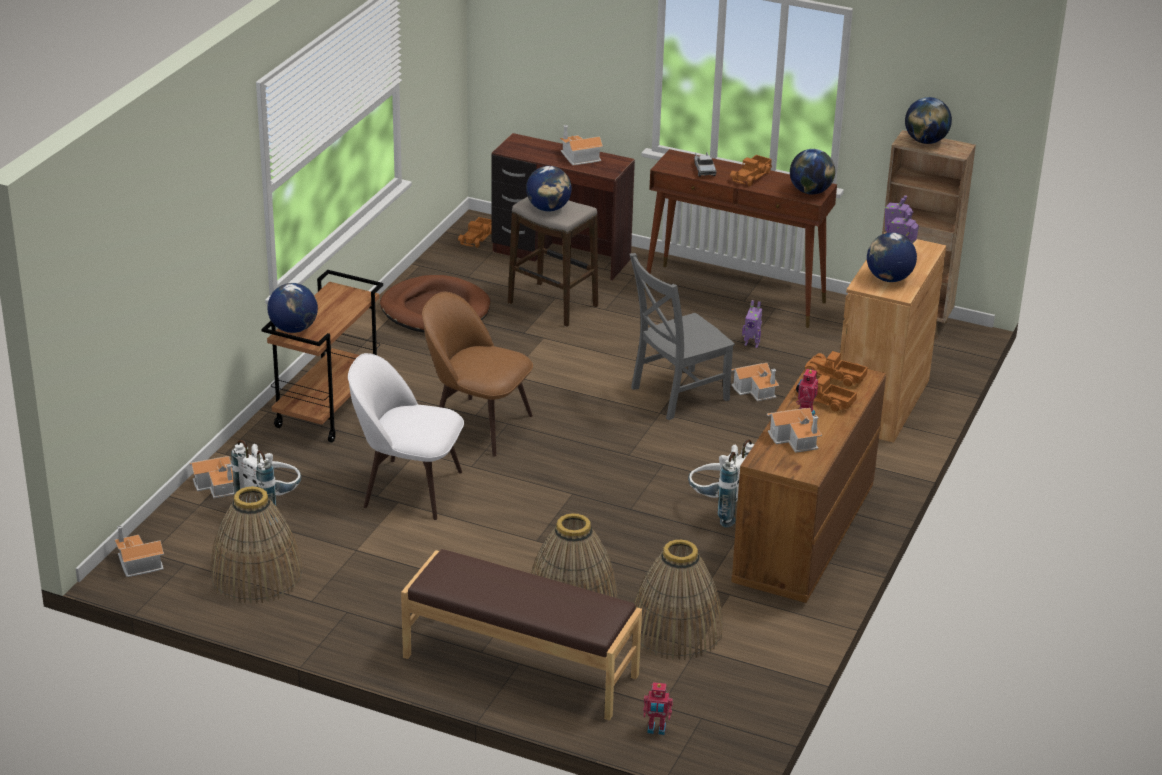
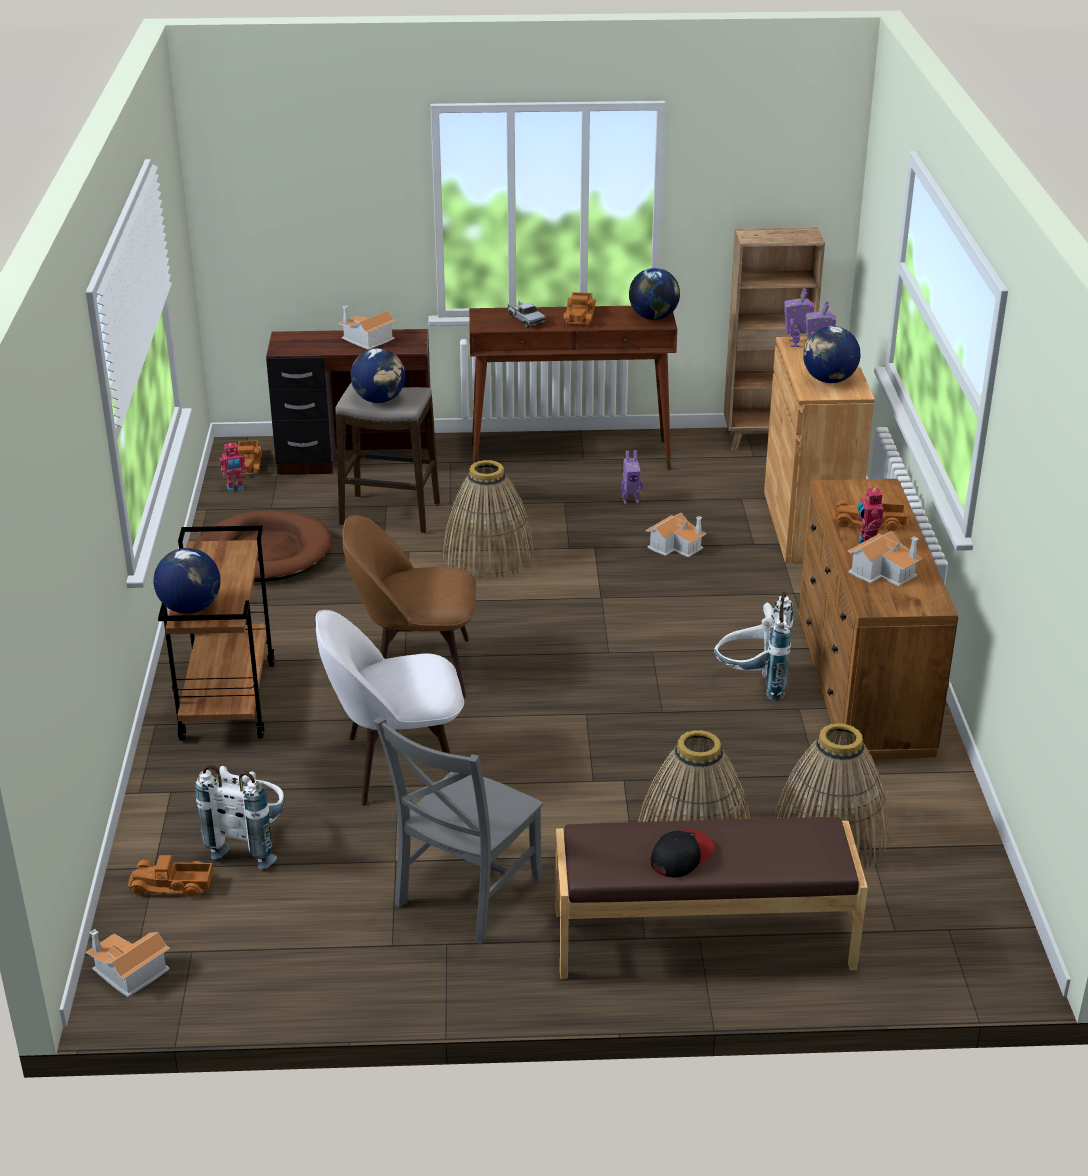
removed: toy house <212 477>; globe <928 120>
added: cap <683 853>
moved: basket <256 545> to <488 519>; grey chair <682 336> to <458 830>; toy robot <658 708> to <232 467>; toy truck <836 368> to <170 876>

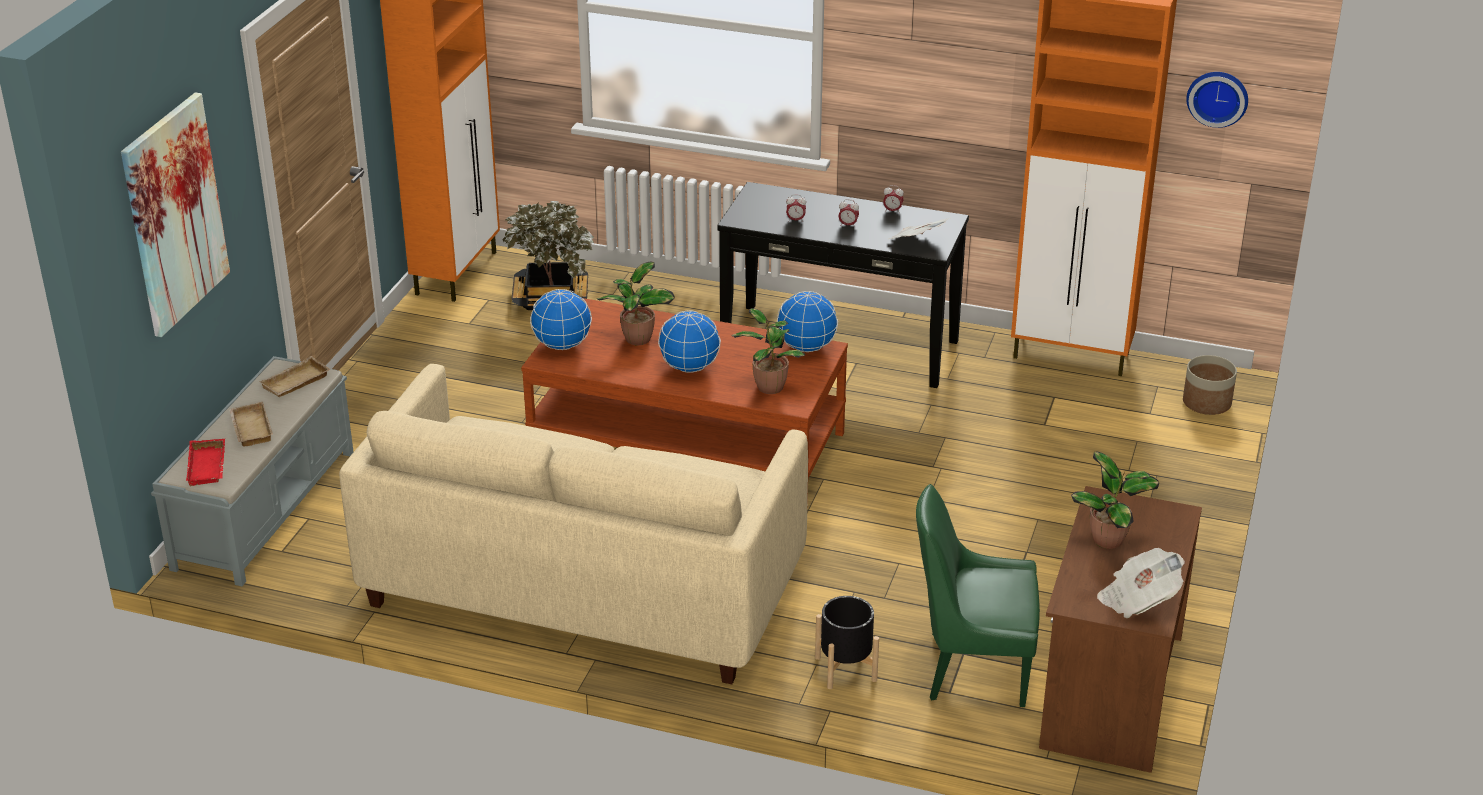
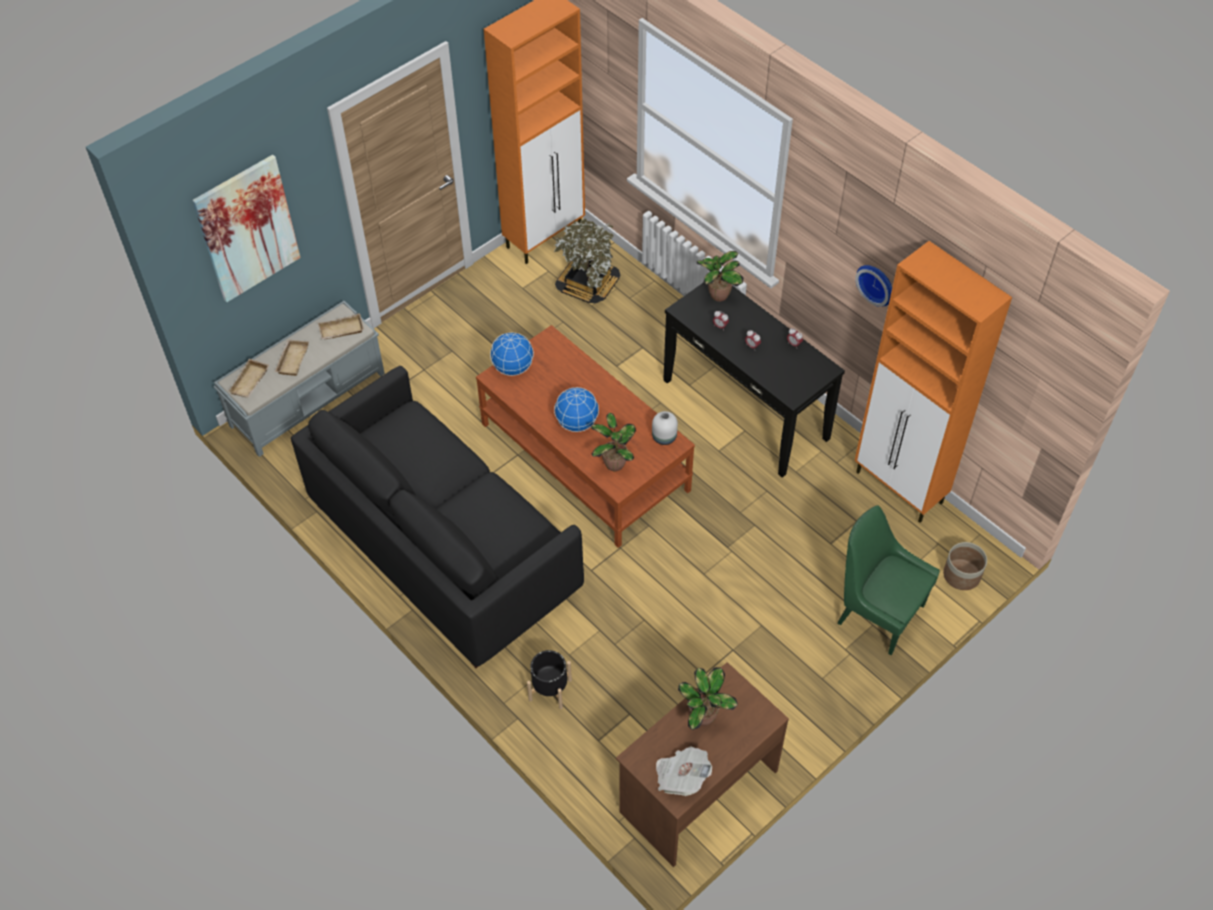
removed: newspaper <919 228>
moved: potted plant <636 303> to <720 276>; green chair <978 595> to <889 580>; wall clock <1217 100> to <873 286>
replaced: globe <807 321> to white vase <665 428>
recoloured: red tray <205 462> to beige tray <249 378>; beige sofa <573 524> to black sofa <437 517>

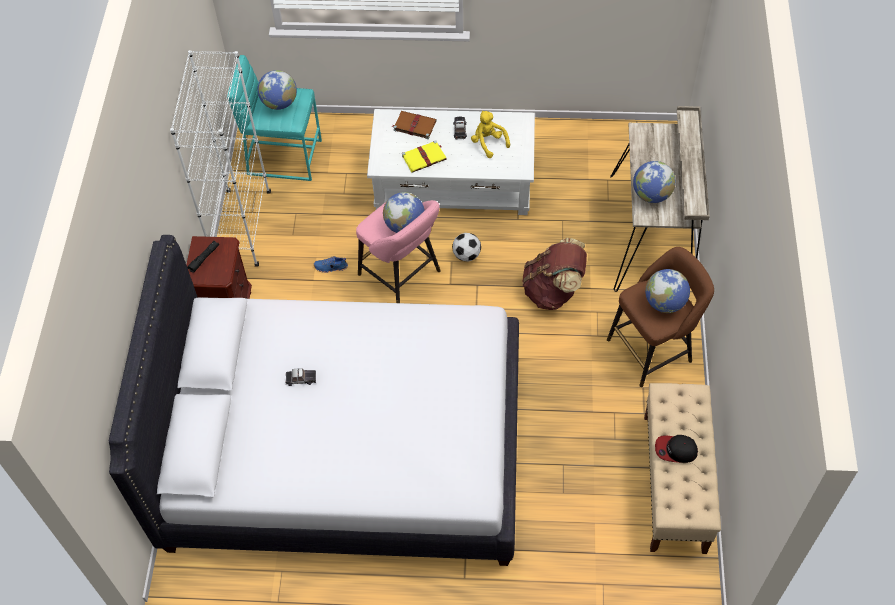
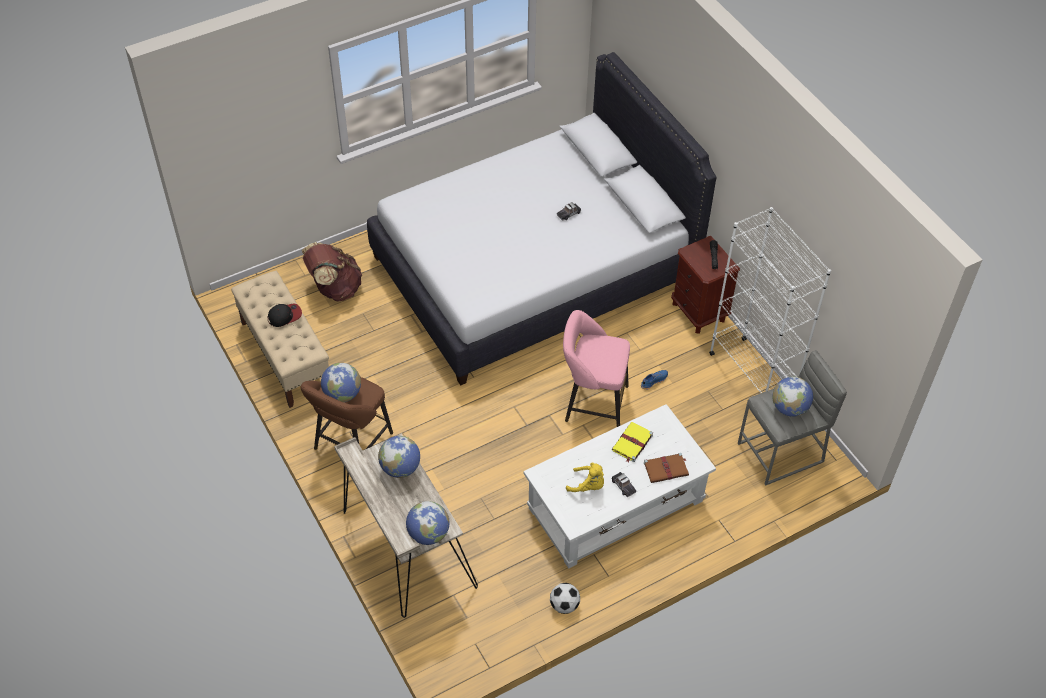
moved: globe <404 212> to <427 523>; football <466 247> to <565 598>; brown backpack <554 274> to <332 272>
recoloured: turquoise stool <274 118> to grey stool <792 418>

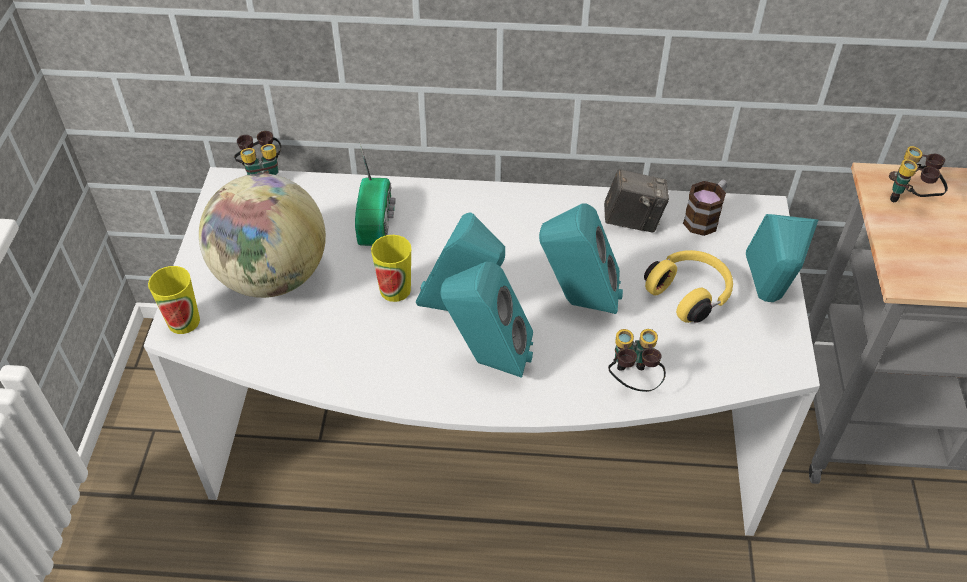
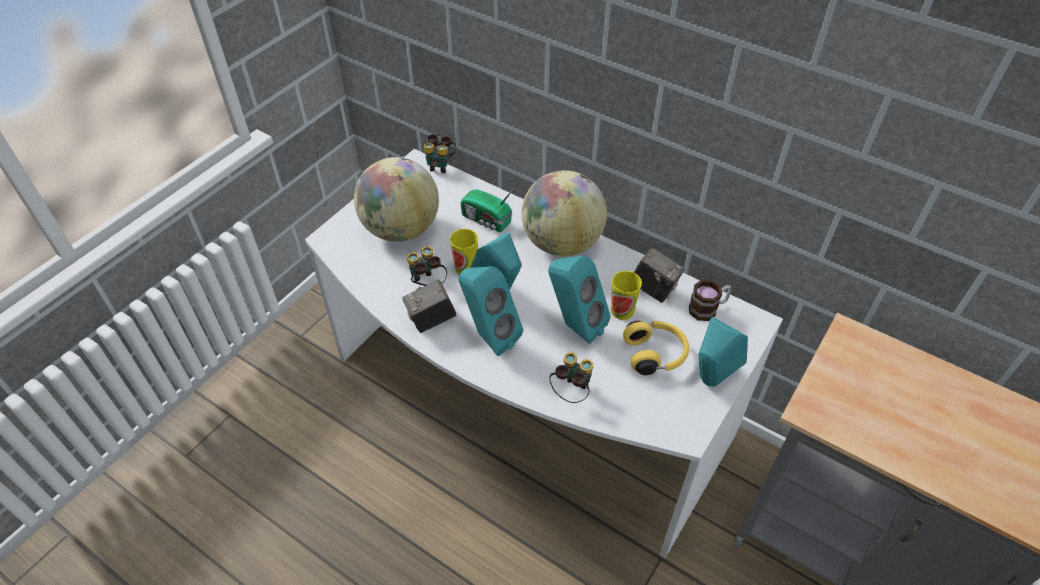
added: photo camera <429 306>; globe <564 213>
moved: cup <174 300> to <626 295>; binoculars <918 174> to <427 266>
turned: radio <375 195> = <488 209> 90 degrees clockwise

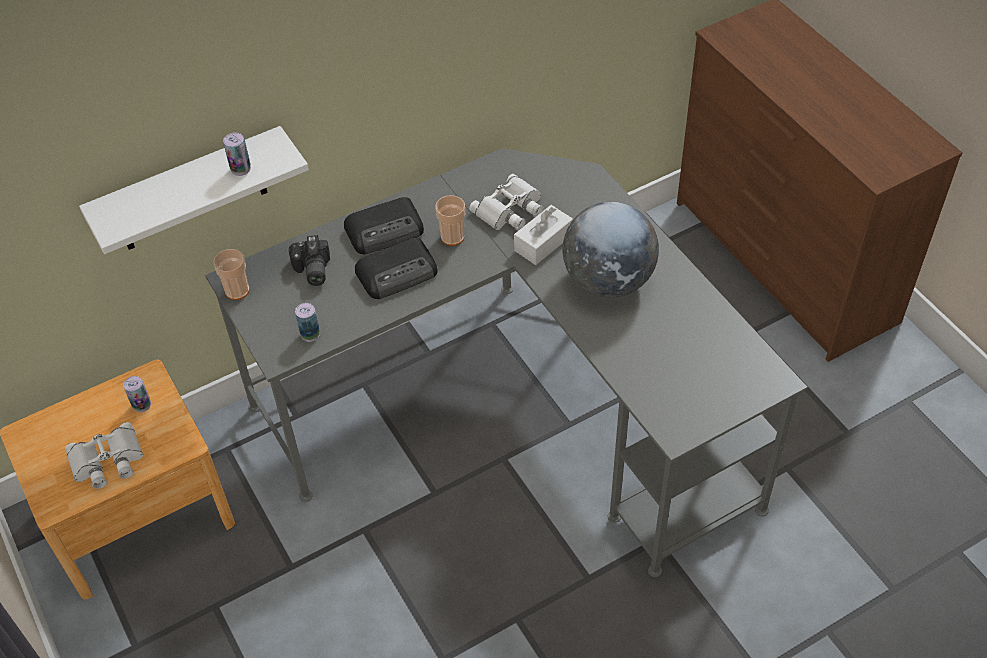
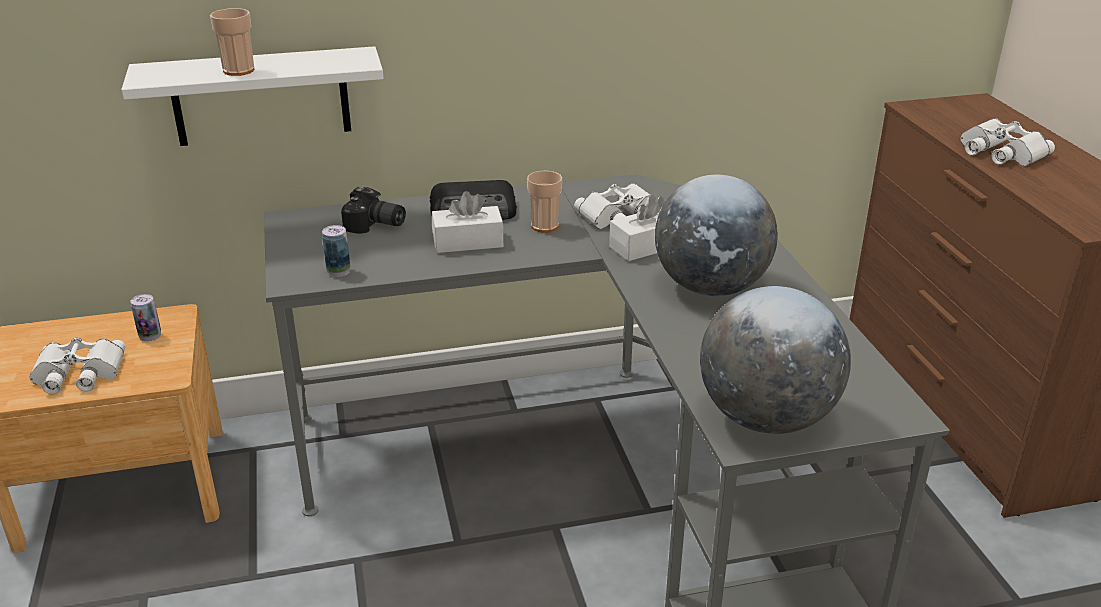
removed: can <237 154>
added: globe <775 360>; white binoculars <1008 142>
moved: cup <231 274> to <232 42>
replaced: radio <396 268> to white tissue box <468 222>
turned: photo camera <309 260> = <373 210> 75 degrees counterclockwise

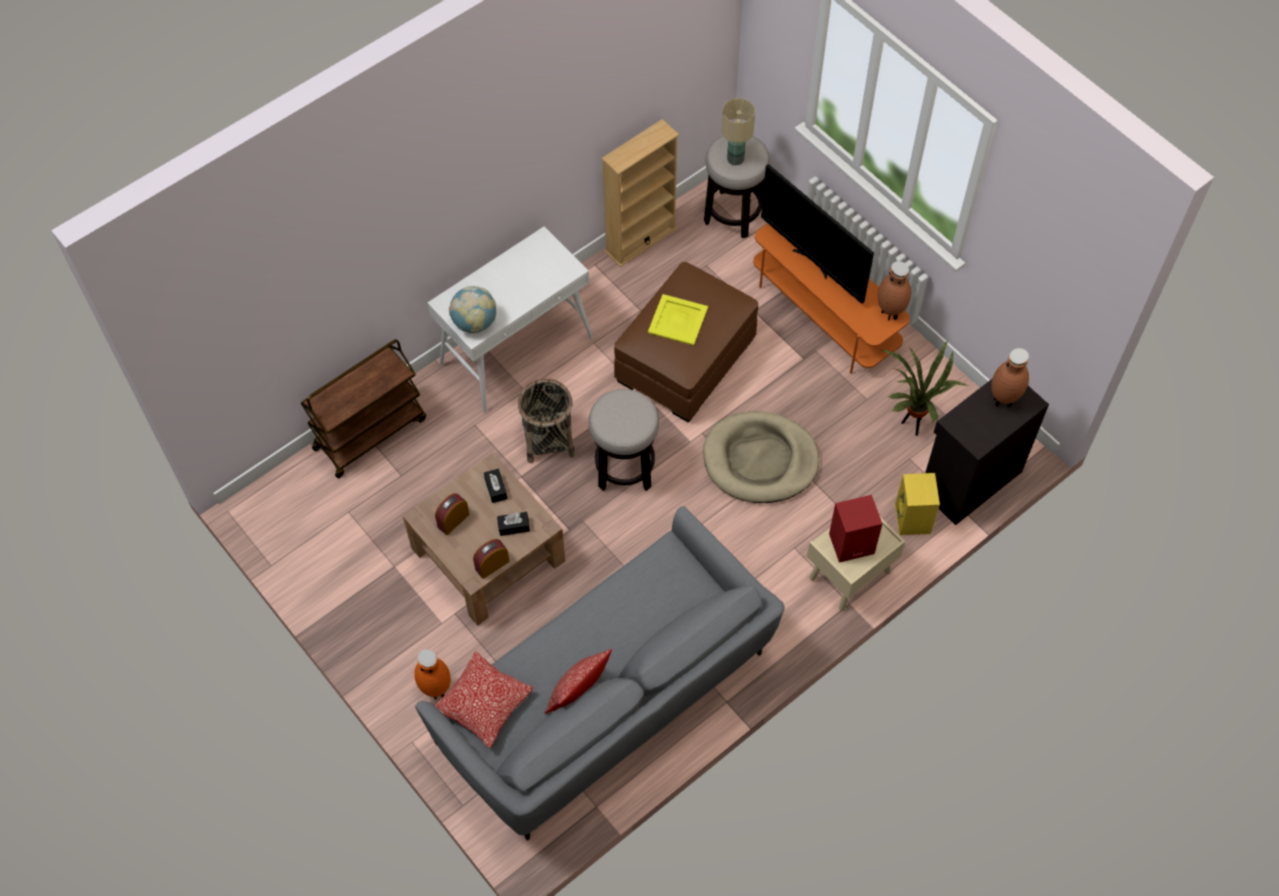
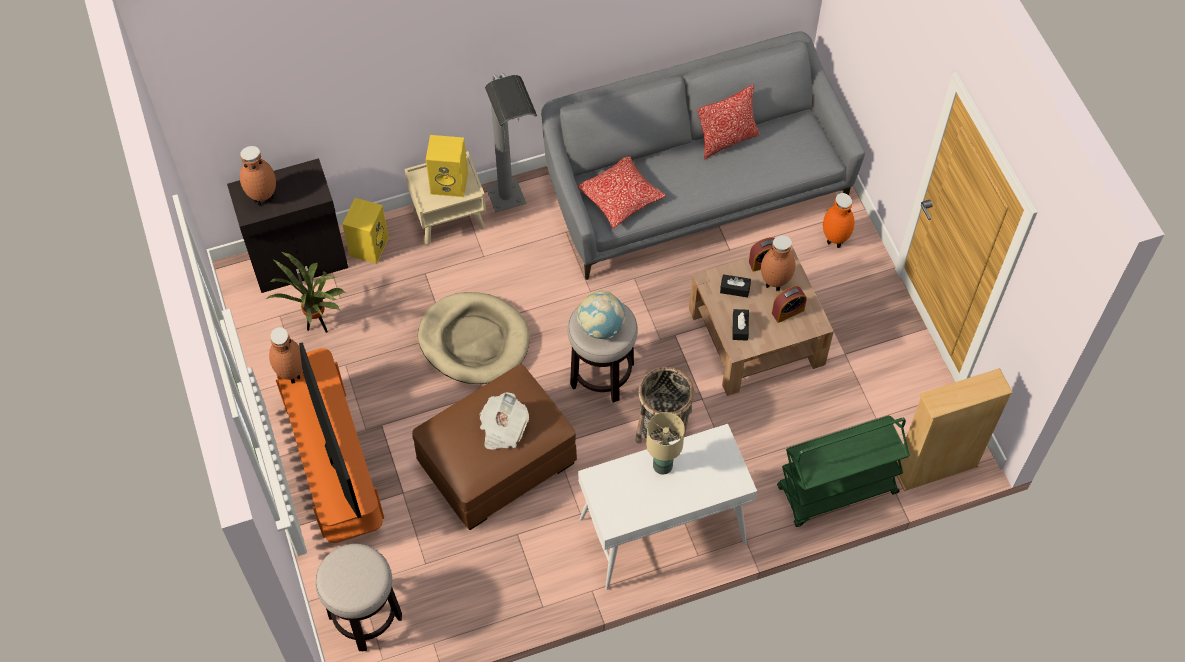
added: grey floor lamp <511 143>; brown vase <778 263>
moved: pillow <484 699> to <621 192>; globe <472 310> to <601 315>; beige bookcase <640 193> to <955 429>; beige table lamp <738 131> to <665 443>
replaced: yellow tray <678 320> to newspaper <504 421>
recoloured: brown cart <363 408> to green cart <843 471>; red speaker <856 529> to yellow speaker <447 166>

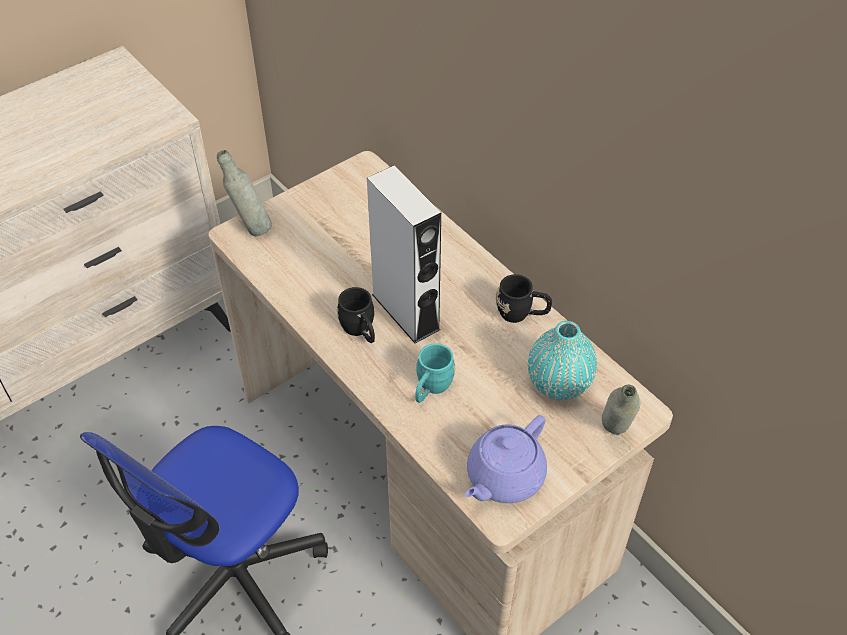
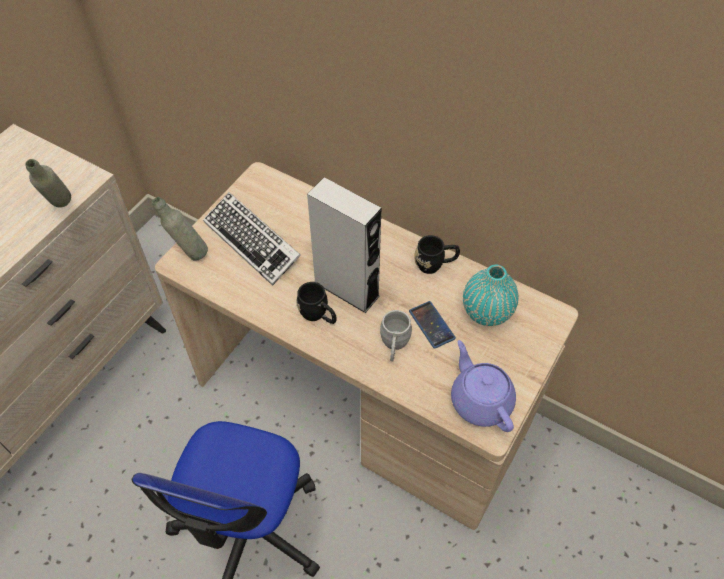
added: keyboard <252 239>; phone <432 325>
moved: grey bottle <621 409> to <48 183>
recoloured: turquoise mug <435 373> to grey mug <396 335>
turned: purple teapot <506 459> = <483 386> 135 degrees clockwise

